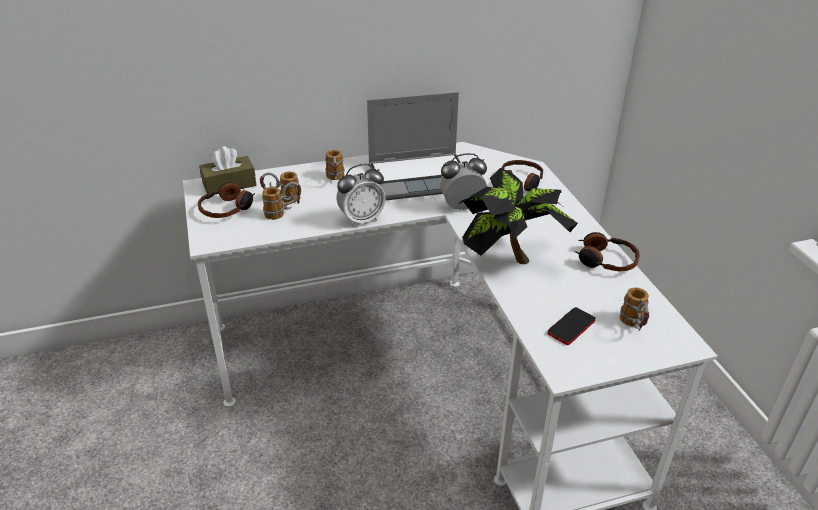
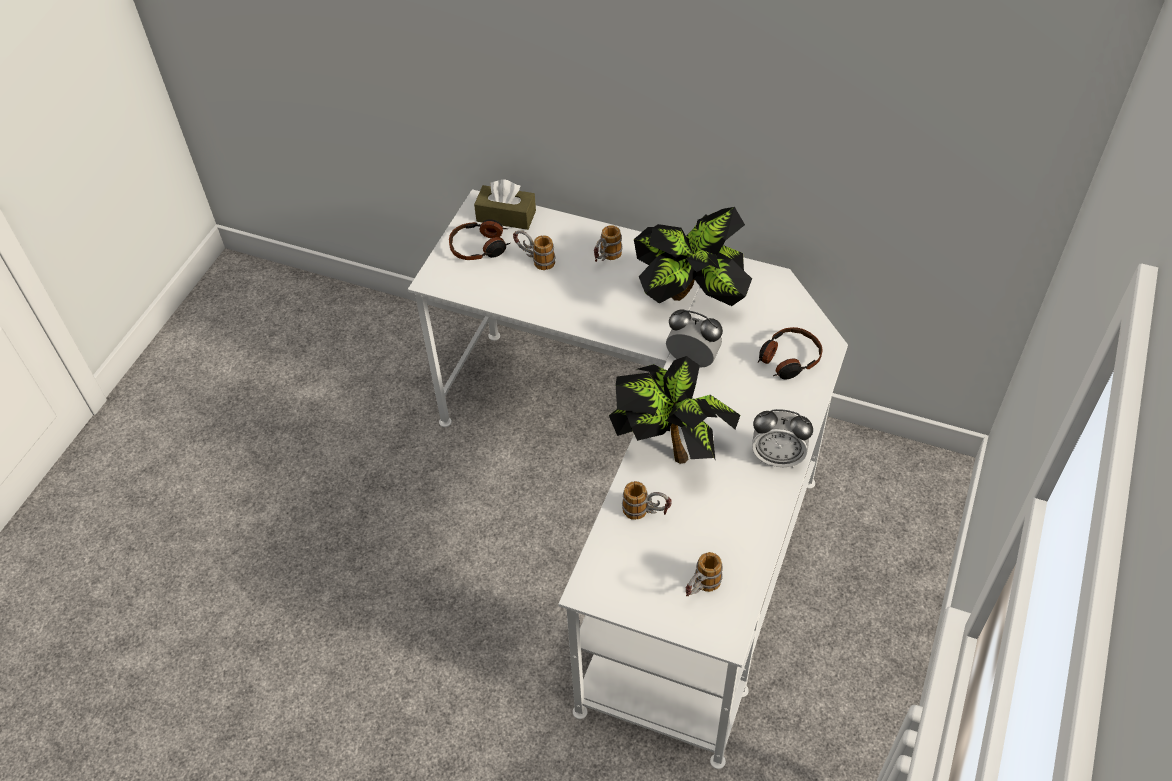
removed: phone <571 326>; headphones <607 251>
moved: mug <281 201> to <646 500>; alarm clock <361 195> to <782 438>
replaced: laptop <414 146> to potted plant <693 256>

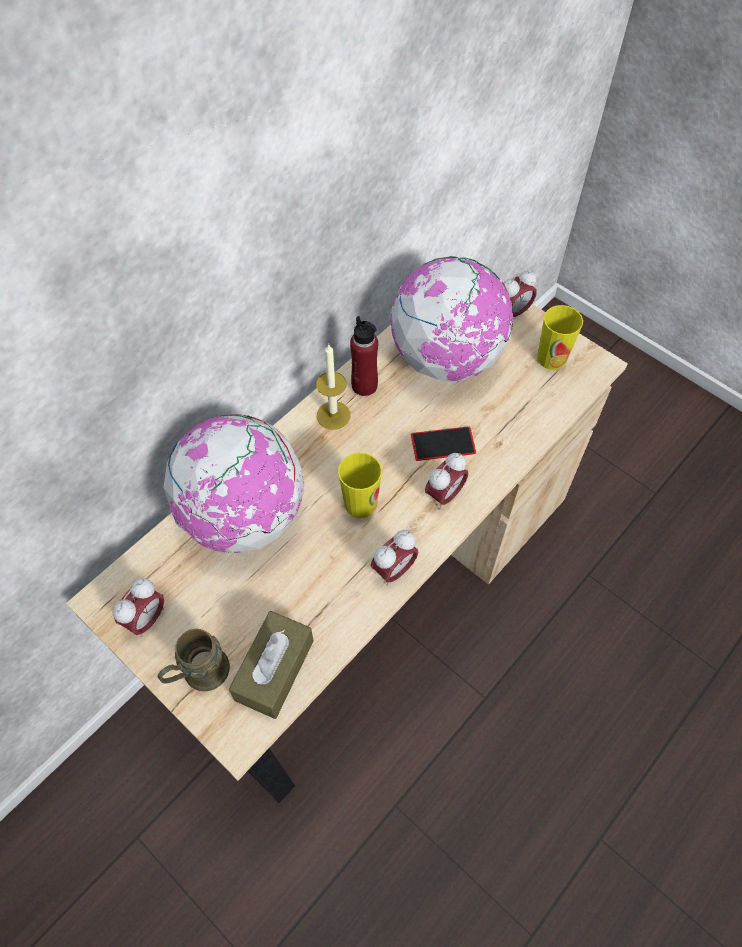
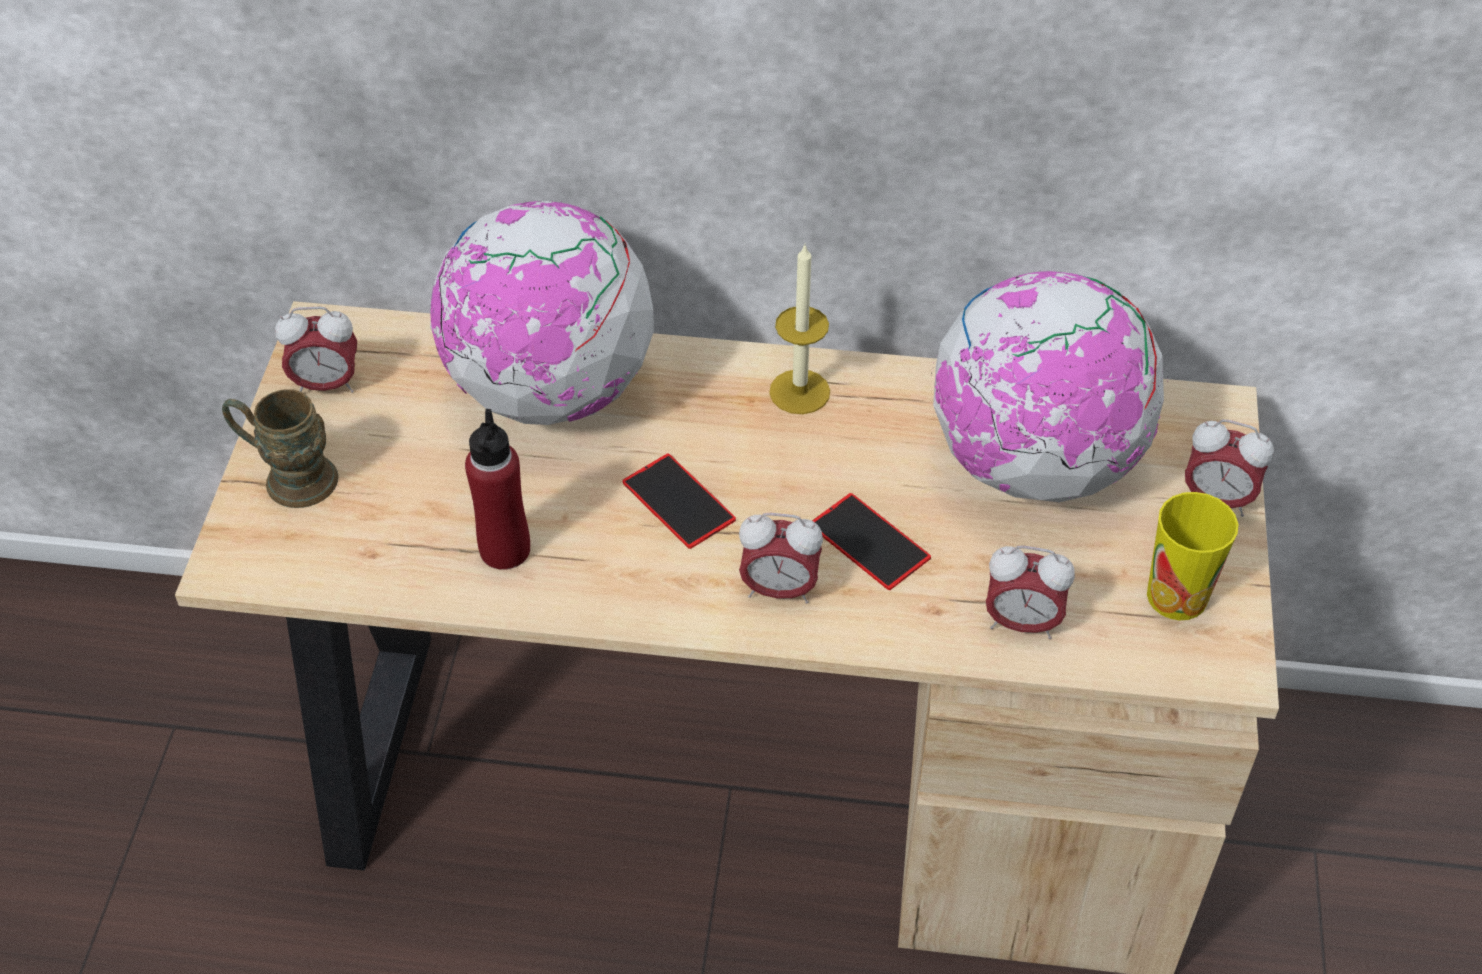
removed: brown tissue box <271 665>
moved: red bottle <364 356> to <497 489>; alarm clock <394 558> to <1030 592>
replaced: cup <360 485> to phone <679 501>

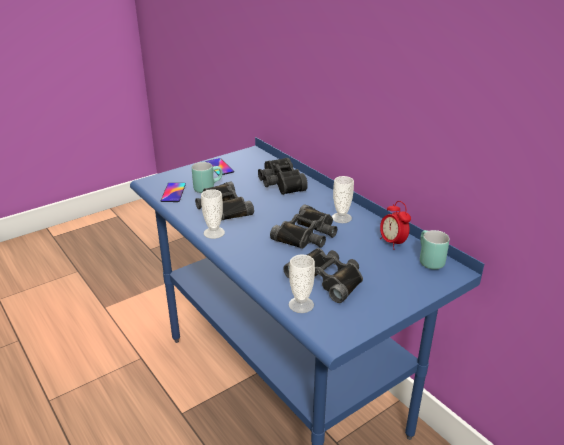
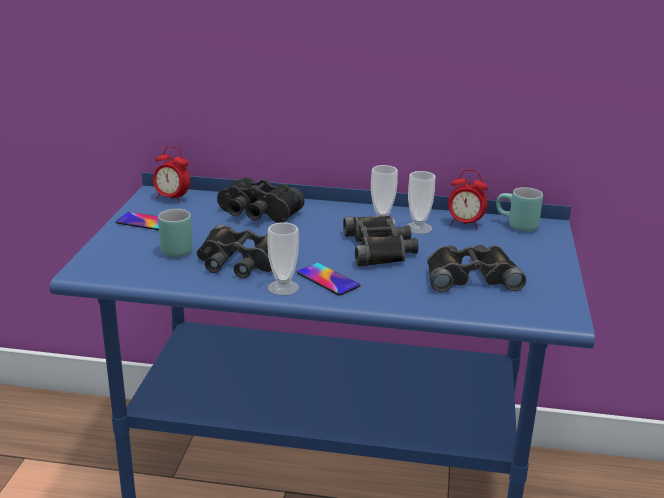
added: alarm clock <171 174>
moved: phone <173 192> to <329 279>; cup <302 284> to <420 202>

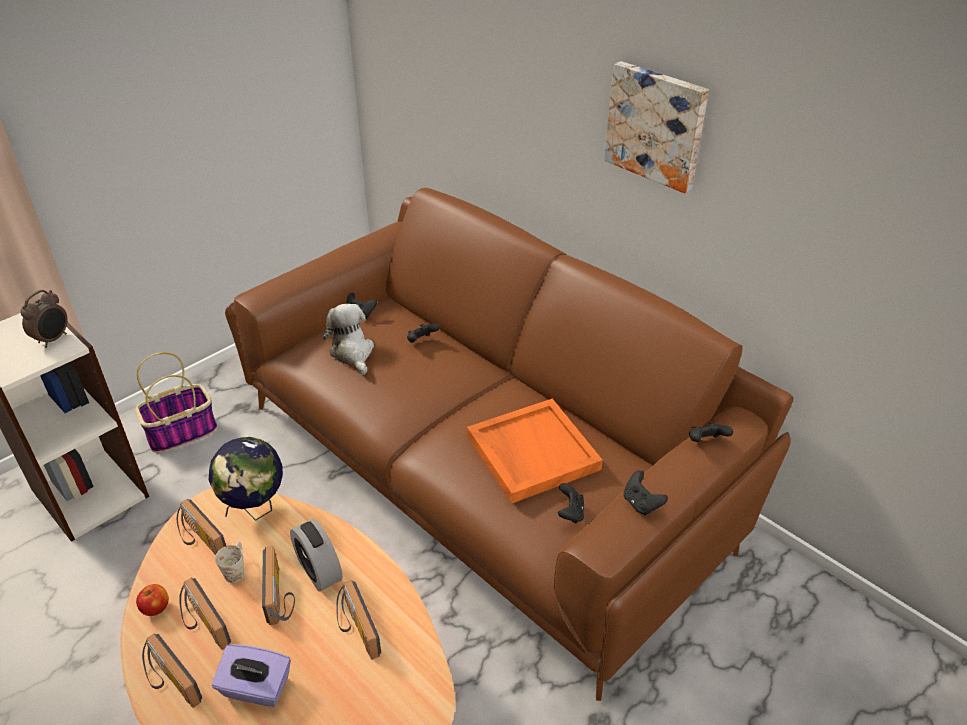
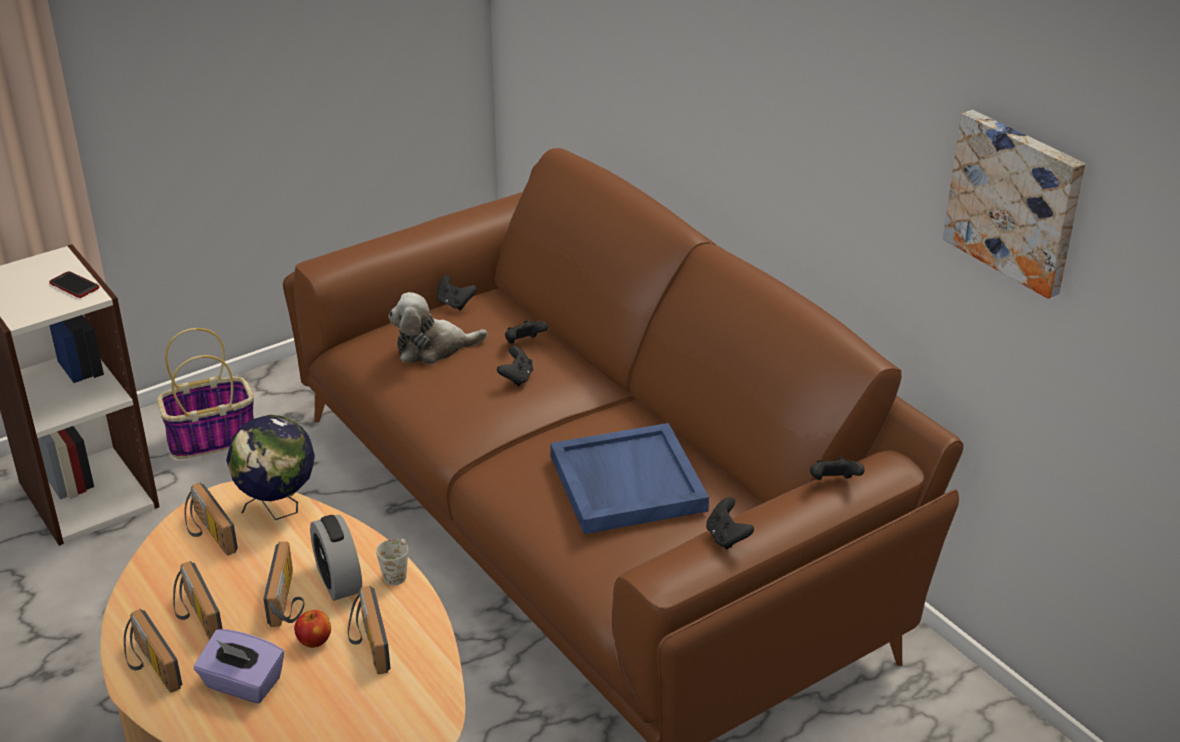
moved: apple <152 600> to <312 629>; white mug <229 562> to <392 562>; black game controller <571 503> to <515 366>; picture <656 127> to <1014 204>
replaced: alarm clock <44 319> to phone <74 284>
recoloured: orange tray <535 451> to blue tray <629 478>
turned: plush toy <348 339> = <438 328> 90 degrees counterclockwise

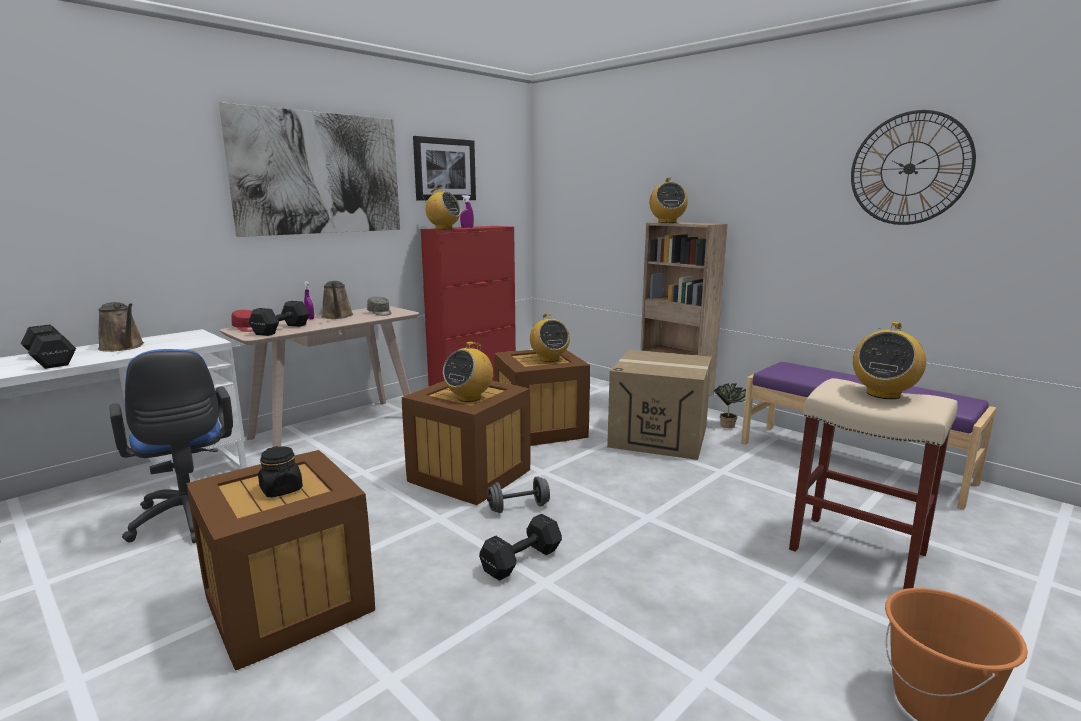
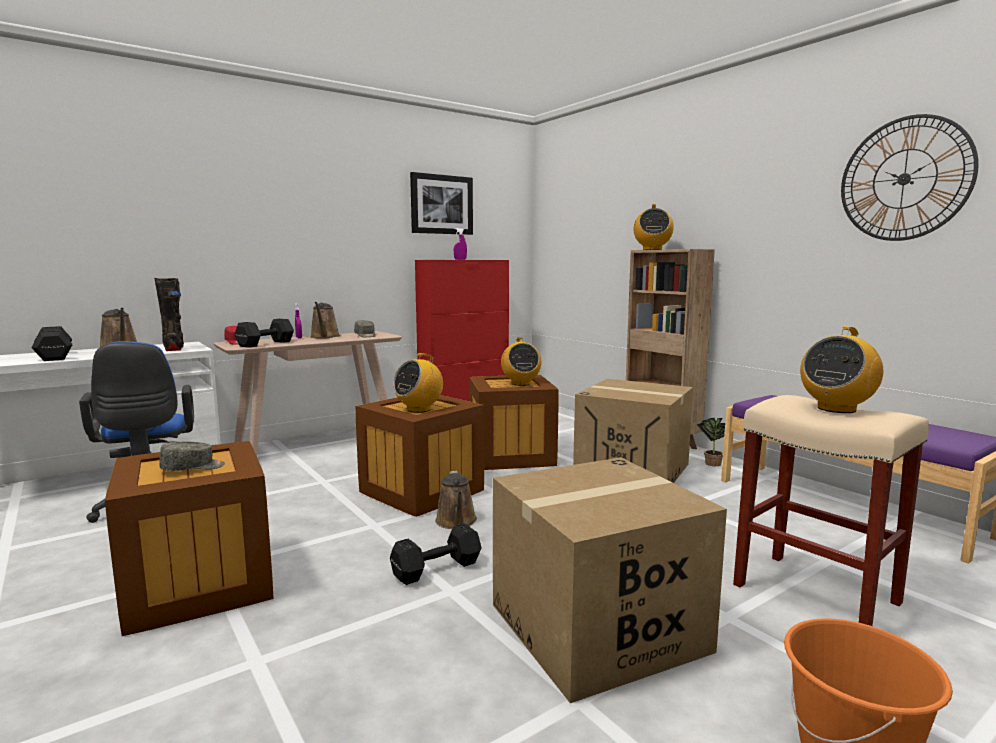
removed: picture <309 169>; radio <442 208>
added: black boot <169 314>; cardboard box <610 580>
replaced: black jar <280 471> to grey cap <192 456>; grey dumbbell <518 494> to brown watering can <456 500>

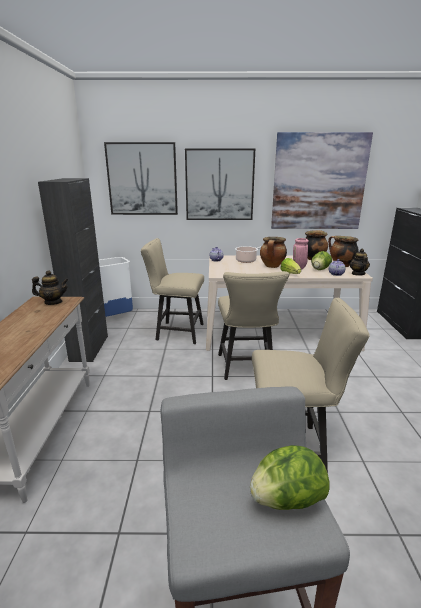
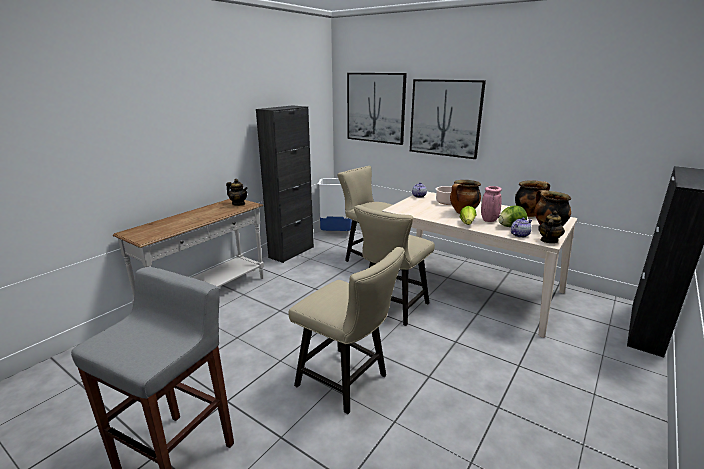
removed: lettuce <290 477>; picture <322 180>

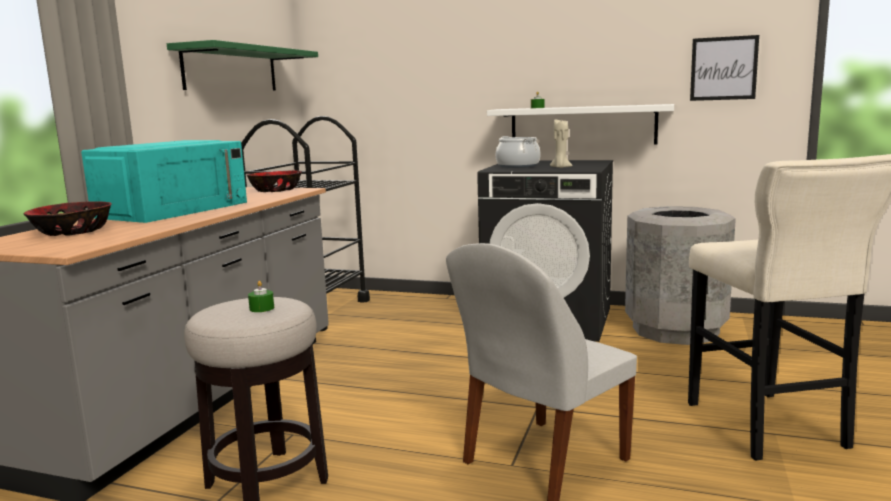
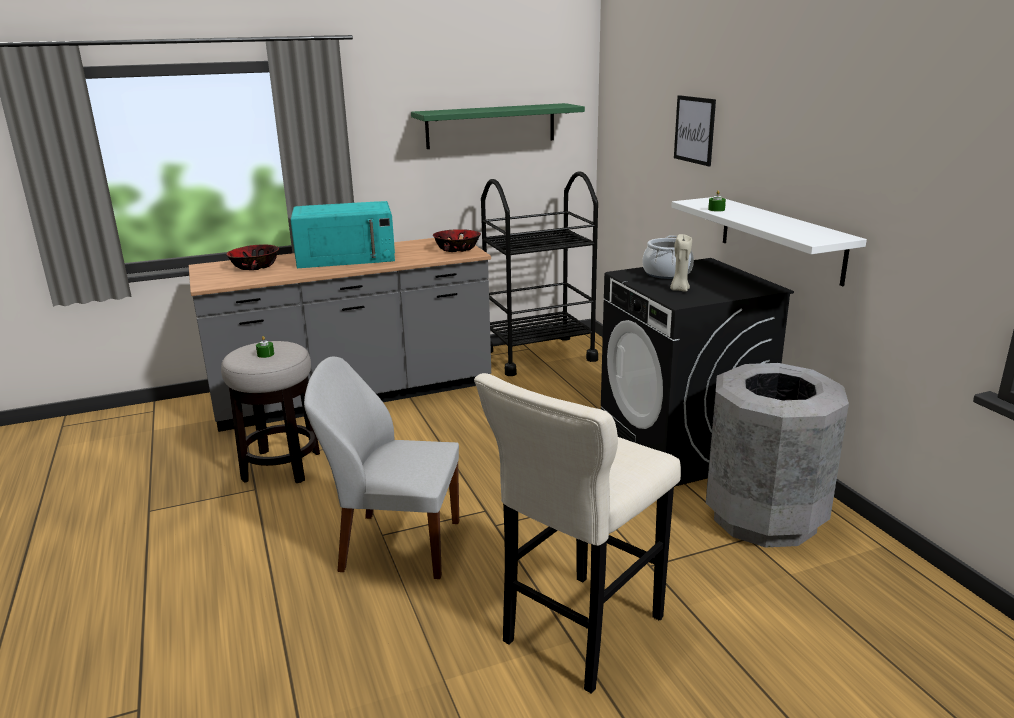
moved: picture <724 68> to <695 130>

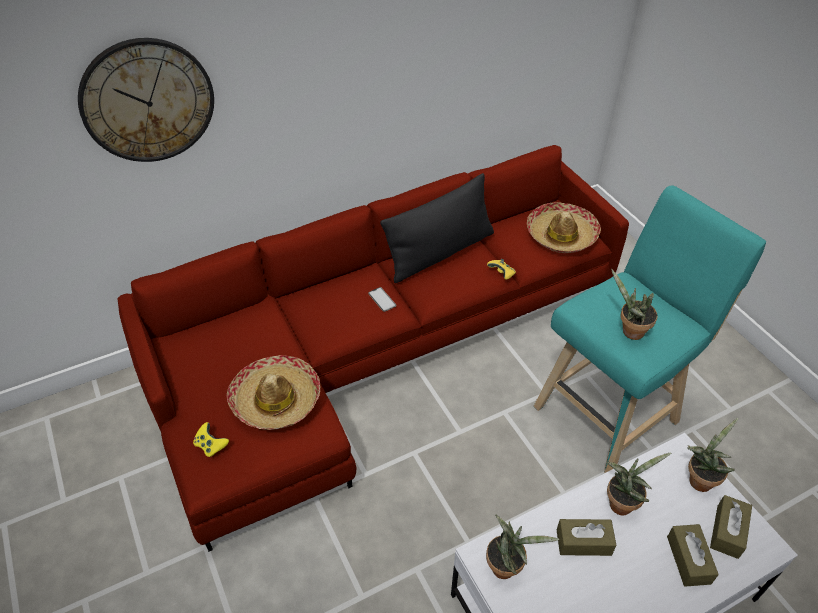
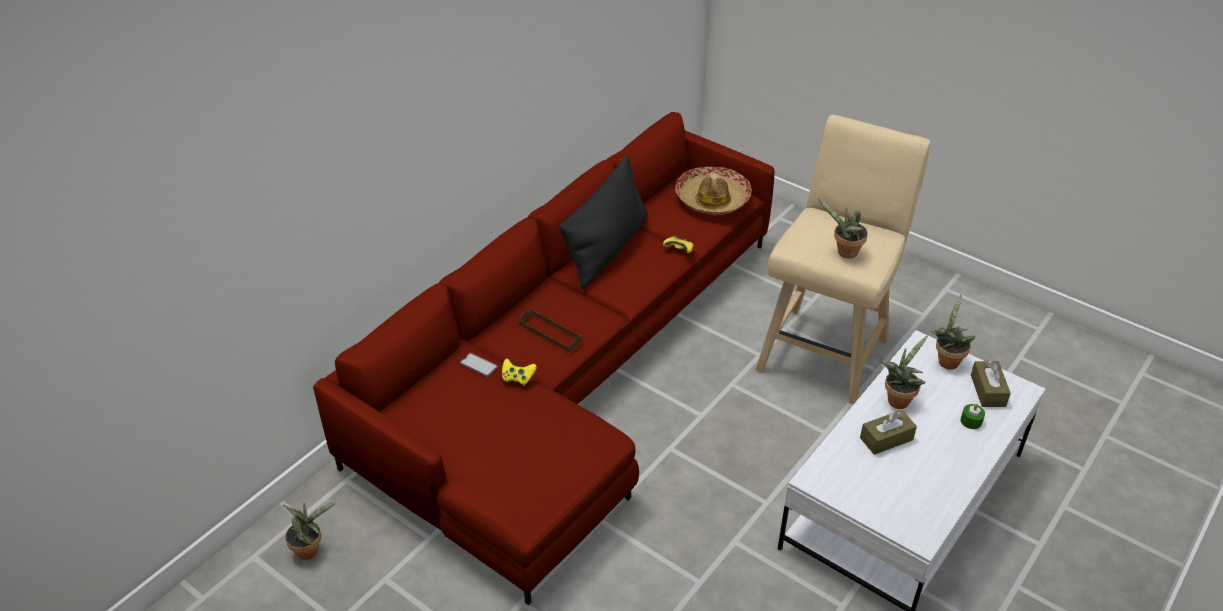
removed: wall clock <146 100>; hat <273 392>
added: brown tray <550 330>
moved: yellow game controller <211 439> to <519 372>; phone <382 299> to <479 364>; potted plant <522 546> to <310 530>
replaced: brown tissue box <693 555> to green candle <972 416>
recoloured: turquoise stool <649 329> to beige stool <842 260>

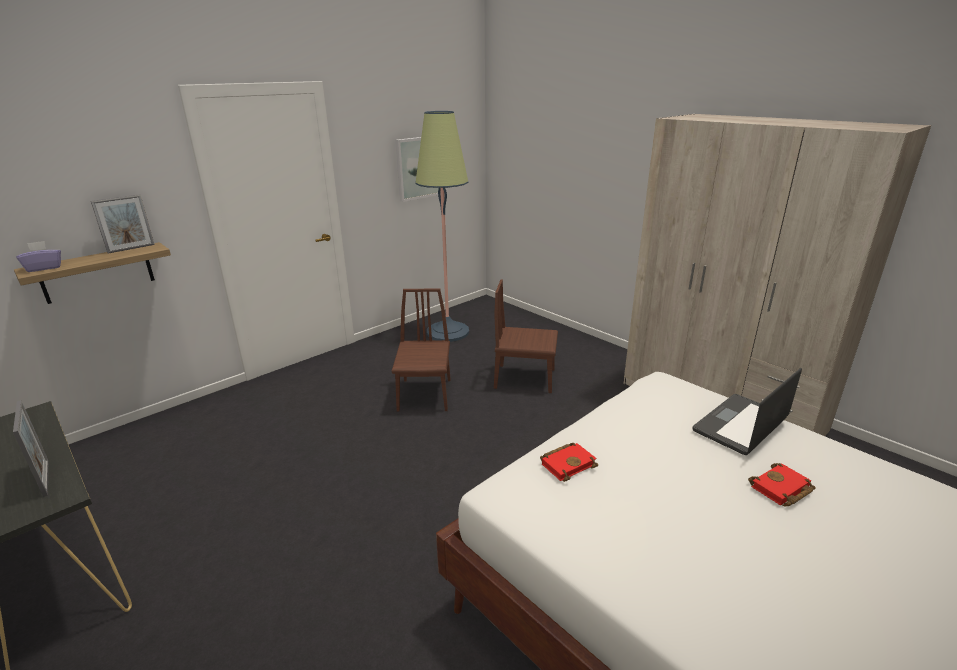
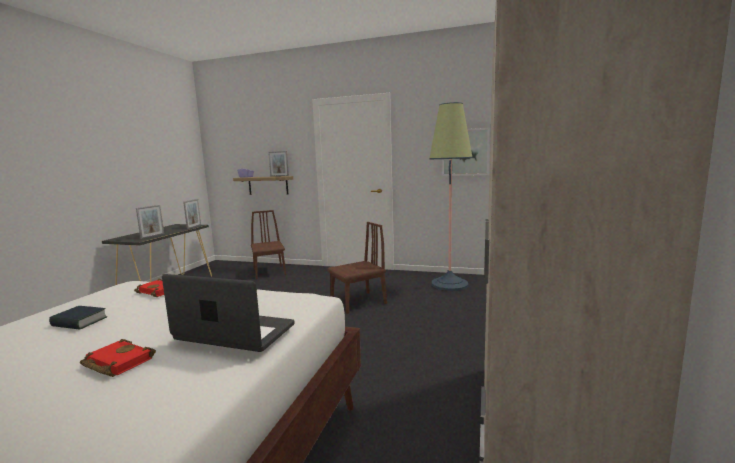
added: book <78 318>; picture frame <192 214>
moved: brown chair <526 336> to <268 244>

